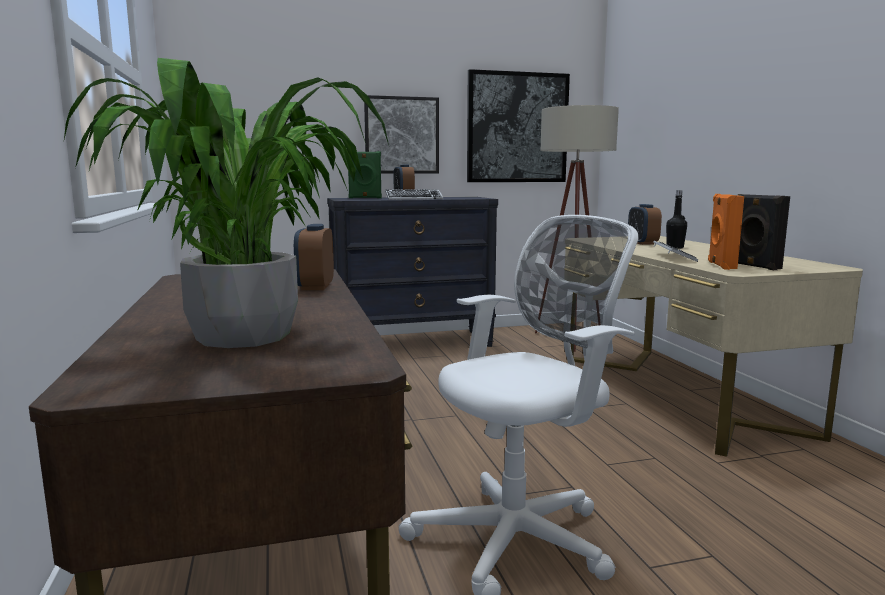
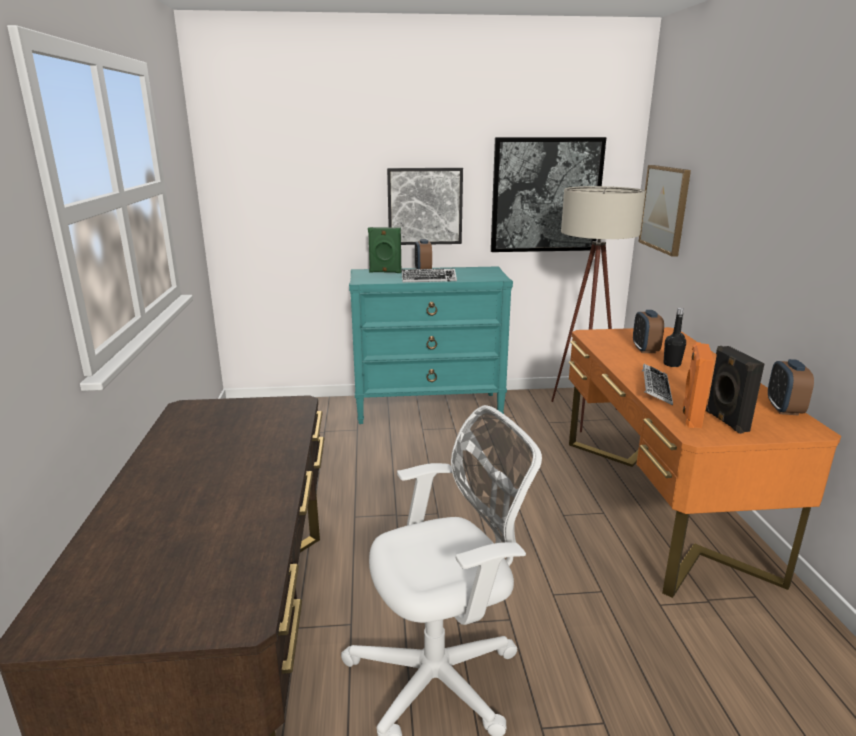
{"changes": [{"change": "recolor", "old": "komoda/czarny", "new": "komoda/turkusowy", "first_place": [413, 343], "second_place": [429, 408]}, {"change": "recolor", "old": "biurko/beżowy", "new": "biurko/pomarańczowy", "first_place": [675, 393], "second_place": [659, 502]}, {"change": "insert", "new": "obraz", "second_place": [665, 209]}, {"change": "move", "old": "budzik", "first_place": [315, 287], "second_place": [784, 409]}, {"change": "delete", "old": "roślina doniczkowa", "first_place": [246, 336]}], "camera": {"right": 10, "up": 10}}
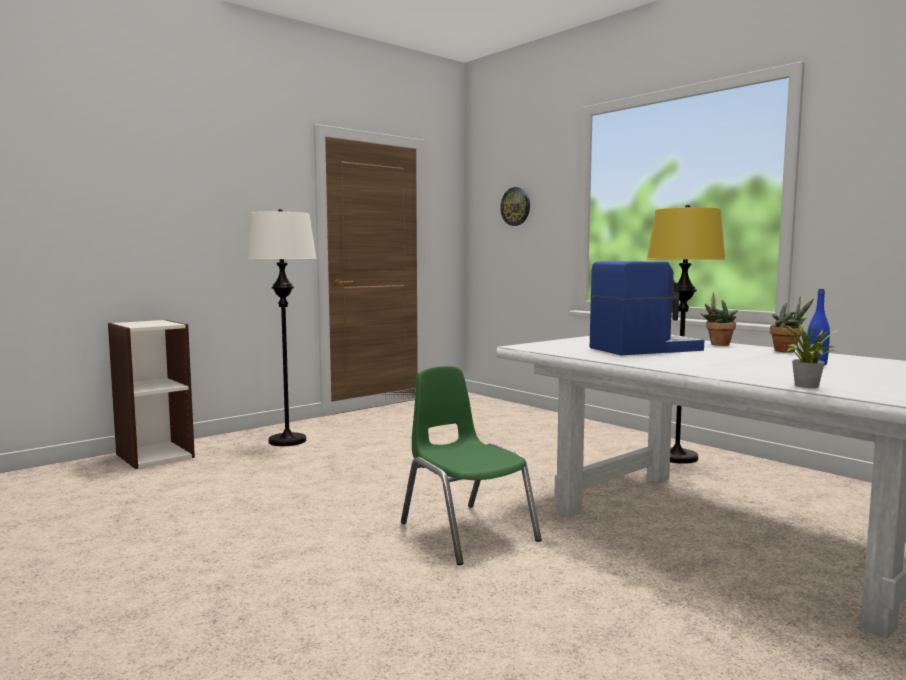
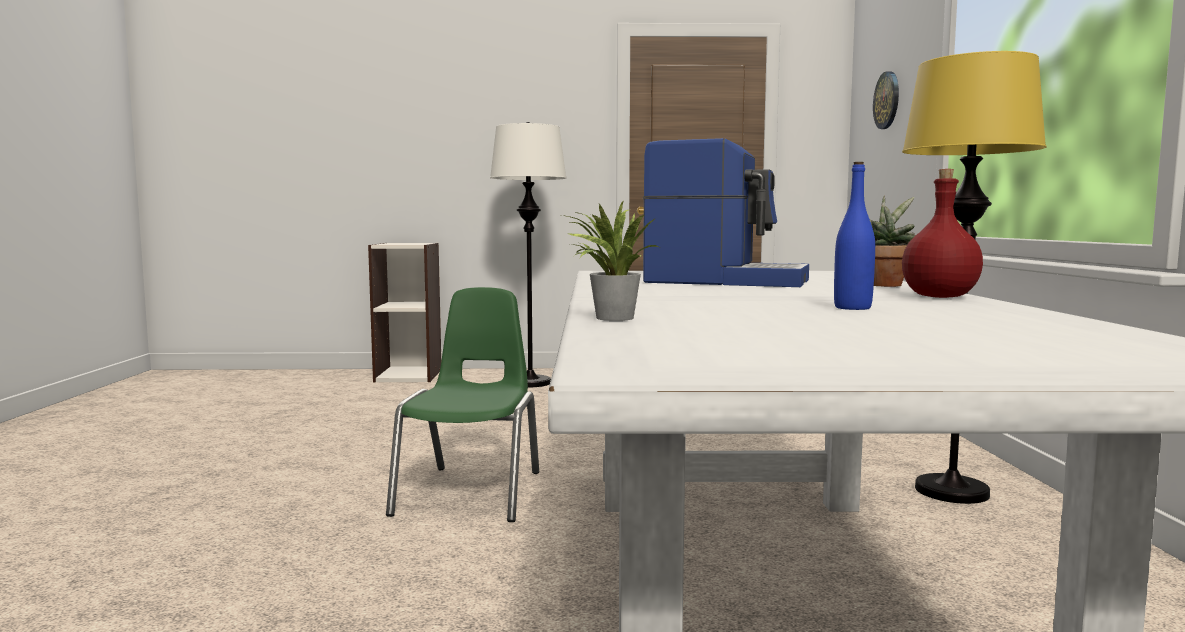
{"changes": [{"change": "replace", "old": "roślina doniczkowa", "new": "butelka/czerwony", "first_place": [788, 351], "second_place": [939, 297]}], "camera": {"right": 40, "up": 0}}
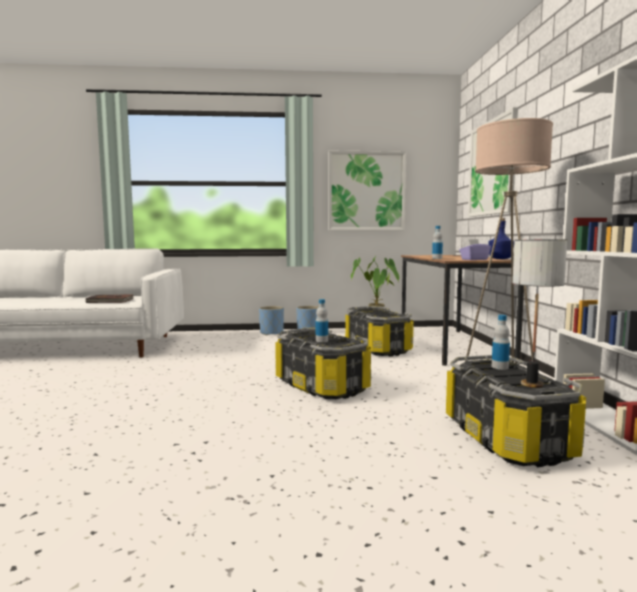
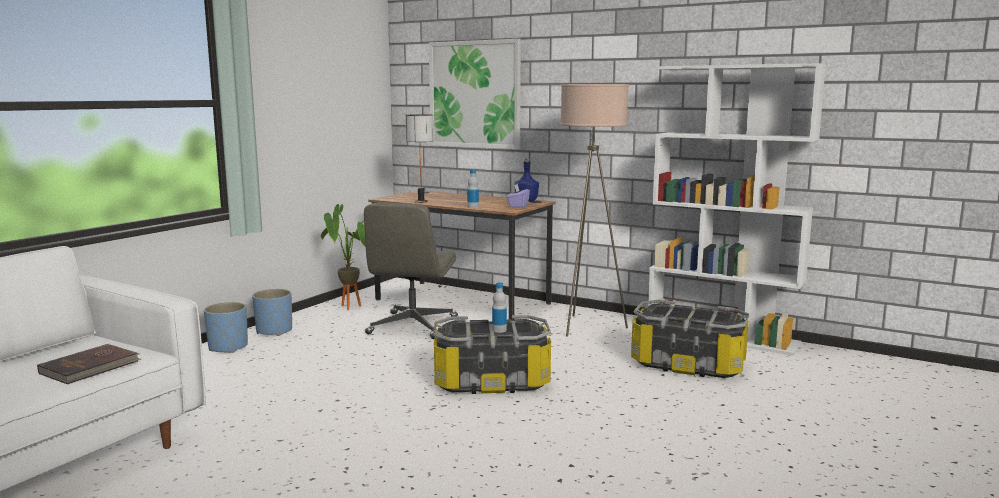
{"changes": [{"change": "replace", "old": "pojemnik do przechowywania", "new": "krzesło biurowe/szary", "first_place": [377, 348], "second_place": [412, 326]}, {"change": "move", "old": "lampa stołowa", "first_place": [532, 384], "second_place": [421, 202]}, {"change": "delete", "old": "obraz", "first_place": [366, 191]}, {"change": "delete", "old": "butelka", "first_place": [500, 367]}], "camera": {"right": -55, "up": 5}}
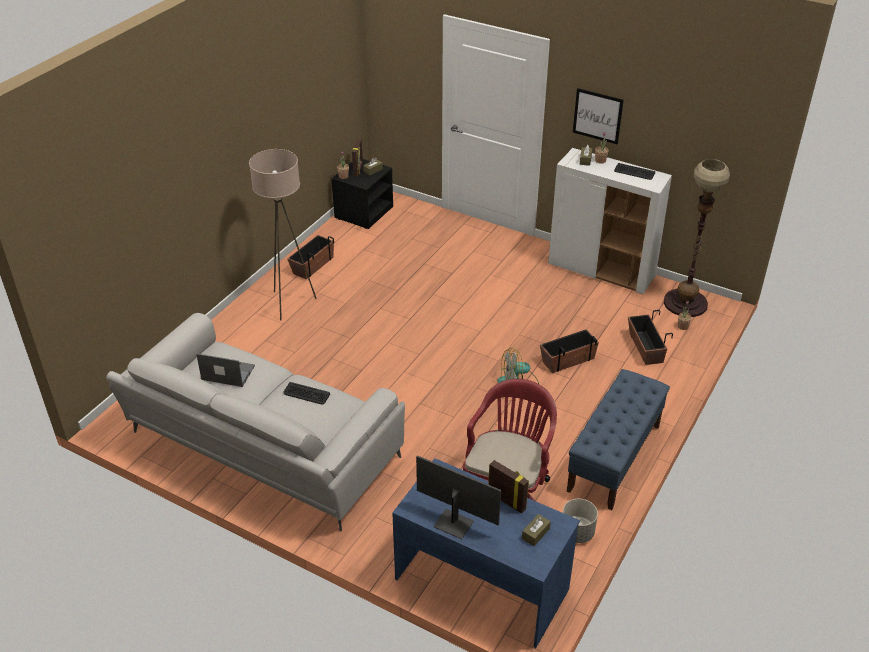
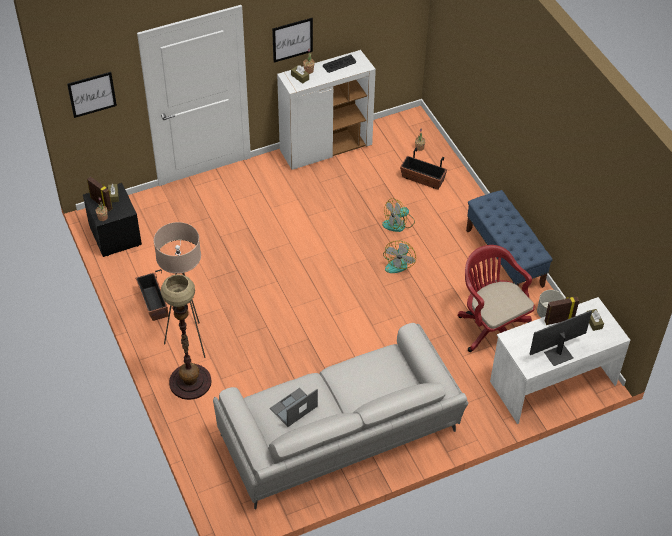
{"changes": [{"change": "insert", "new": "obraz", "second_place": [92, 94]}, {"change": "move", "old": "lampa stojąca", "first_place": [685, 303], "second_place": [190, 382]}, {"change": "replace", "old": "donica", "new": "wentylator", "first_place": [568, 359], "second_place": [398, 223]}, {"change": "recolor", "old": "biurko/niebieski", "new": "biurko/biały", "first_place": [482, 583], "second_place": [552, 382]}, {"change": "delete", "old": "klawiatura", "first_place": [306, 394]}], "camera": {"right": -55, "up": 10}}
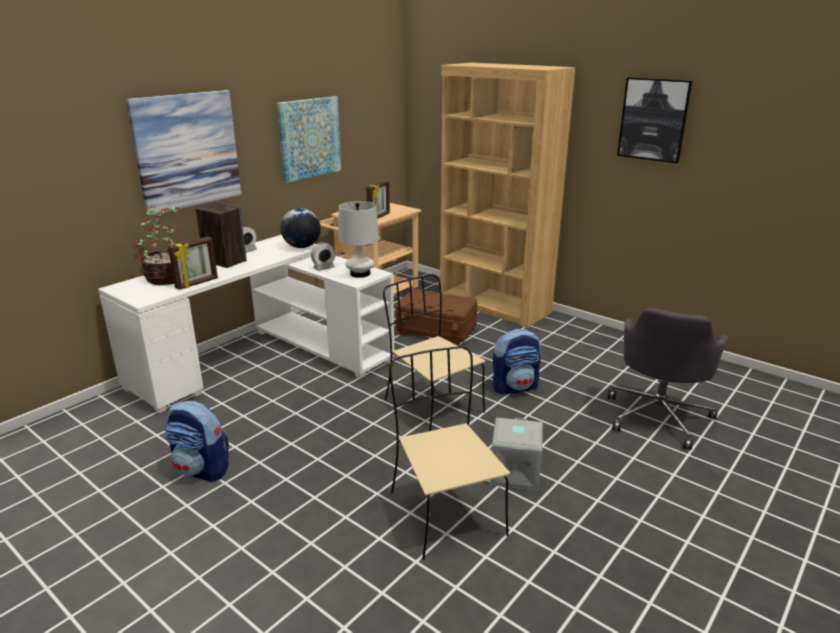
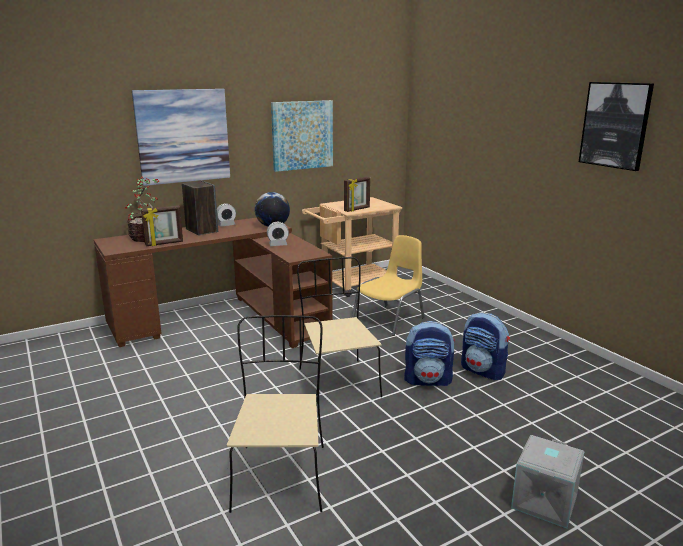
{"changes": [{"change": "recolor", "old": "biurko/biały", "new": "biurko/brązowy", "first_place": [264, 359], "second_place": [227, 319]}, {"change": "replace", "old": "pojemnik do przechowywania/brązowy", "new": "krzesło/żółty", "first_place": [436, 330], "second_place": [389, 319]}, {"change": "move", "old": "plecak", "first_place": [202, 470], "second_place": [483, 371]}, {"change": "move", "old": "pojemnik do przechowywania/szary", "first_place": [513, 472], "second_place": [543, 500]}, {"change": "delete", "old": "lampa stołowa/biały", "first_place": [360, 274]}, {"change": "delete", "old": "regał/brązowy", "first_place": [494, 306]}, {"change": "delete", "old": "krzesło biurowe/szary", "first_place": [658, 416]}], "camera": {"right": 20, "up": -5}}
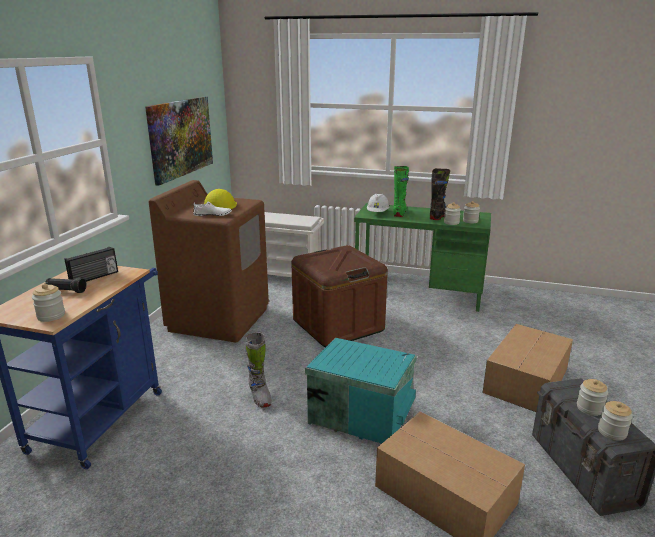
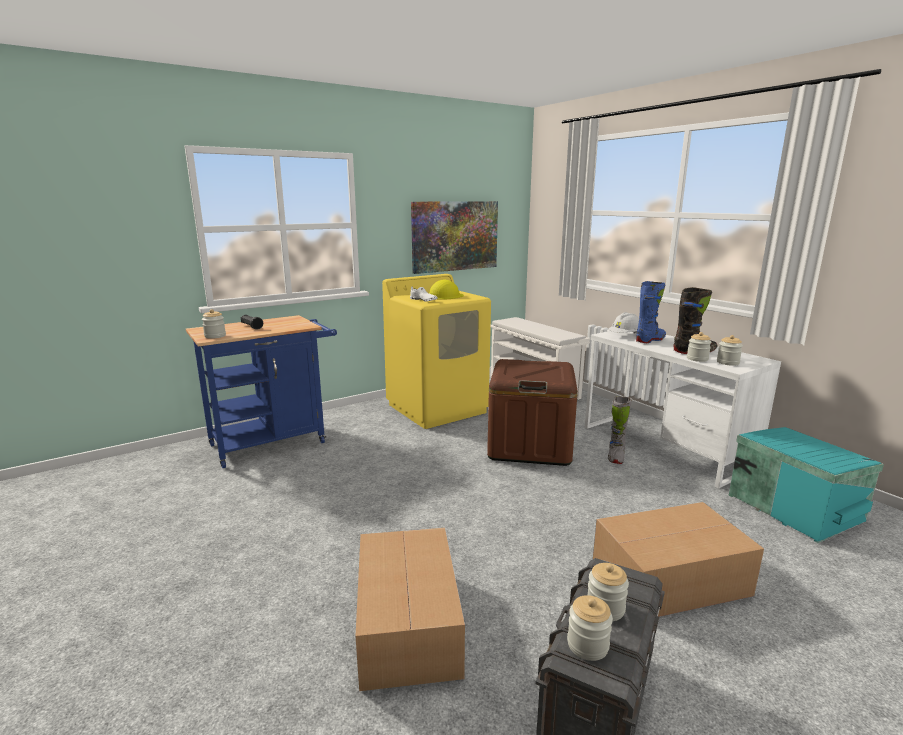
{"changes": [{"change": "recolor", "old": "pralka/brązowy", "new": "pralka/żółty", "first_place": [219, 319], "second_place": [437, 408]}, {"change": "recolor", "old": "biurko/zielony", "new": "biurko/biały", "first_place": [418, 293], "second_place": [664, 446]}, {"change": "move", "old": "but z cholewką/szary", "first_place": [260, 396], "second_place": [616, 456]}, {"change": "recolor", "old": "but z cholewką/zielony", "new": "but z cholewką/niebieski", "first_place": [399, 213], "second_place": [650, 340]}, {"change": "move", "old": "pojemnik do przechowywania/turkusowy", "first_place": [360, 412], "second_place": [794, 506]}, {"change": "delete", "old": "radio", "first_place": [94, 277]}], "camera": {"right": 40, "up": -5}}
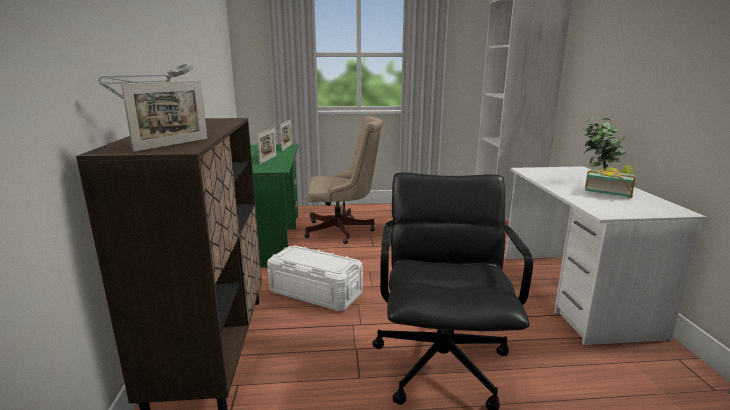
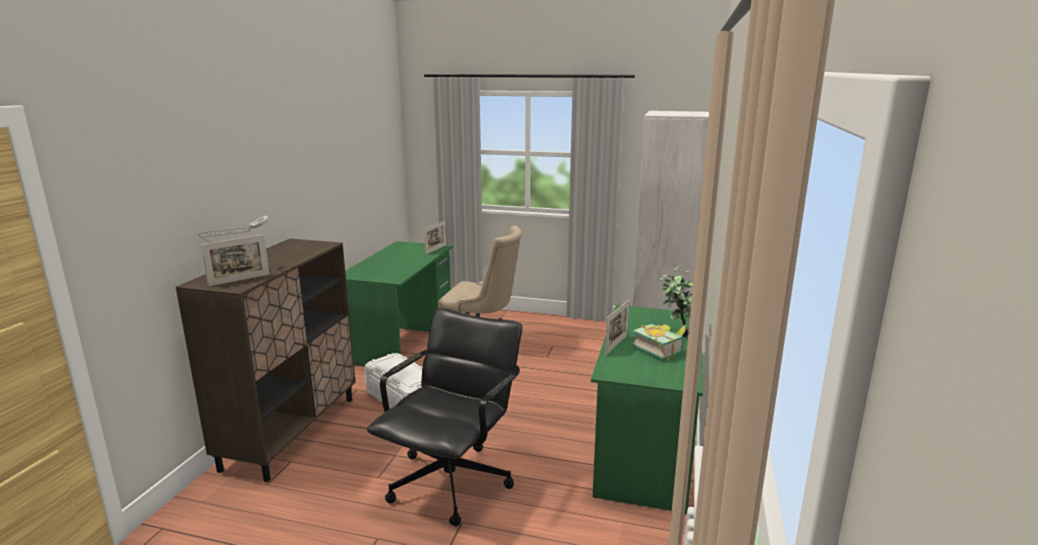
{"changes": [{"change": "recolor", "old": "biurko/biały", "new": "biurko/zielony", "first_place": [573, 293], "second_place": [645, 449]}, {"change": "move", "old": "ramka na zdjęcie", "first_place": [268, 159], "second_place": [616, 345]}], "camera": {"right": 20, "up": 0}}
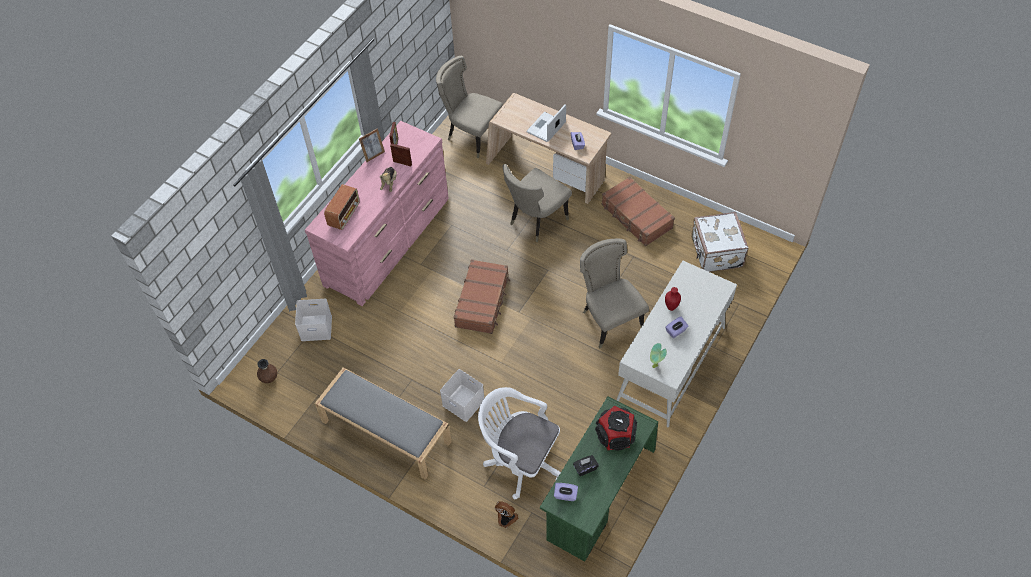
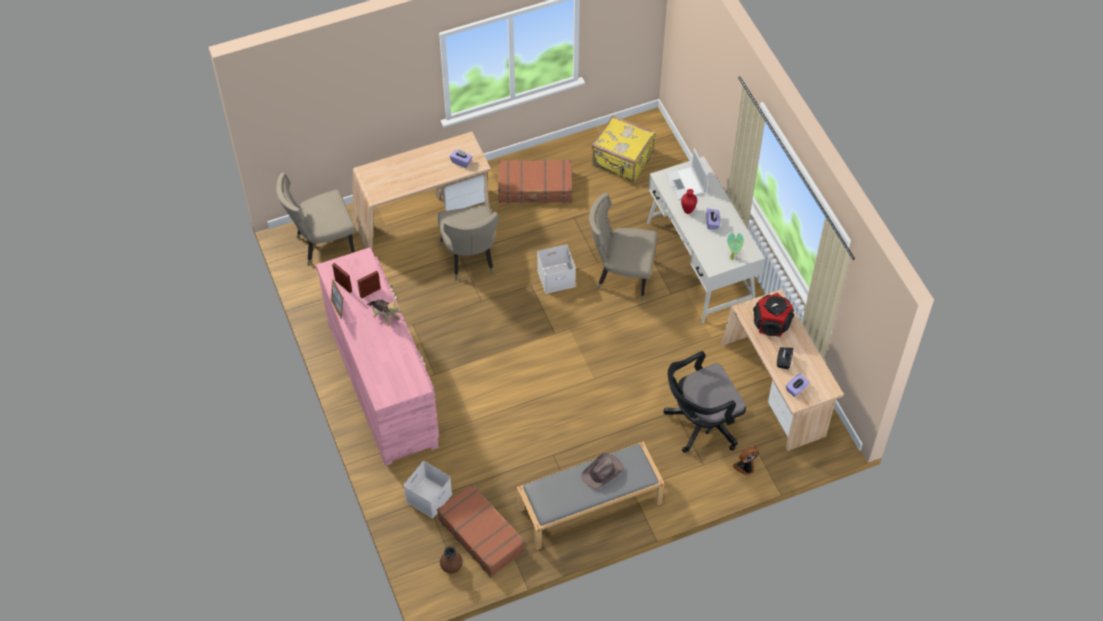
{"changes": [{"change": "move", "old": "walizka/brązowy", "first_place": [482, 301], "second_place": [482, 534]}, {"change": "move", "old": "pojemnik do przechowywania/biały", "first_place": [462, 403], "second_place": [555, 278]}, {"change": "insert", "new": "kapelusz/brązowy", "second_place": [603, 472]}, {"change": "recolor", "old": "walizka/biały", "new": "walizka/żółty", "first_place": [715, 252], "second_place": [622, 161]}, {"change": "recolor", "old": "krzesło biurowe/biały", "new": "krzesło biurowe/czarny", "first_place": [520, 460], "second_place": [700, 423]}, {"change": "move", "old": "laptop", "first_place": [546, 128], "second_place": [686, 184]}, {"change": "recolor", "old": "biurko/zielony", "new": "biurko/beżowy", "first_place": [599, 494], "second_place": [775, 389]}, {"change": "delete", "old": "radio", "first_place": [344, 215]}], "camera": {"right": -55, "up": 0}}
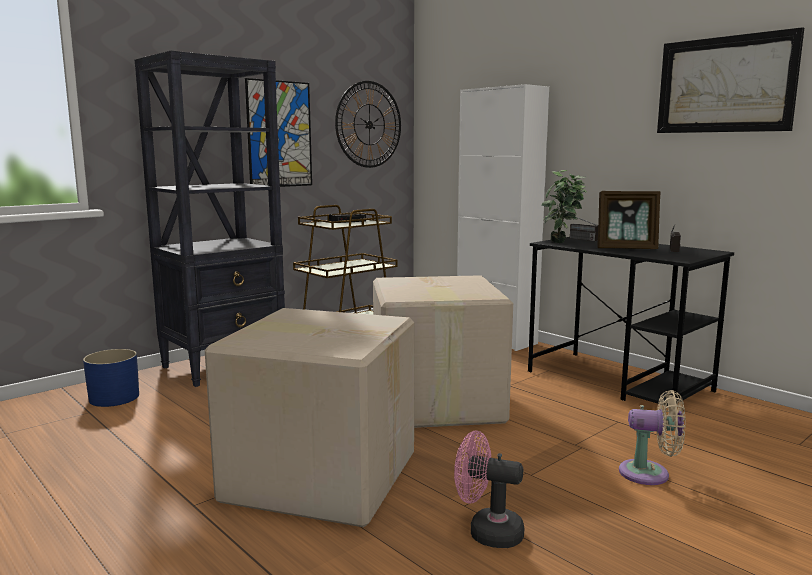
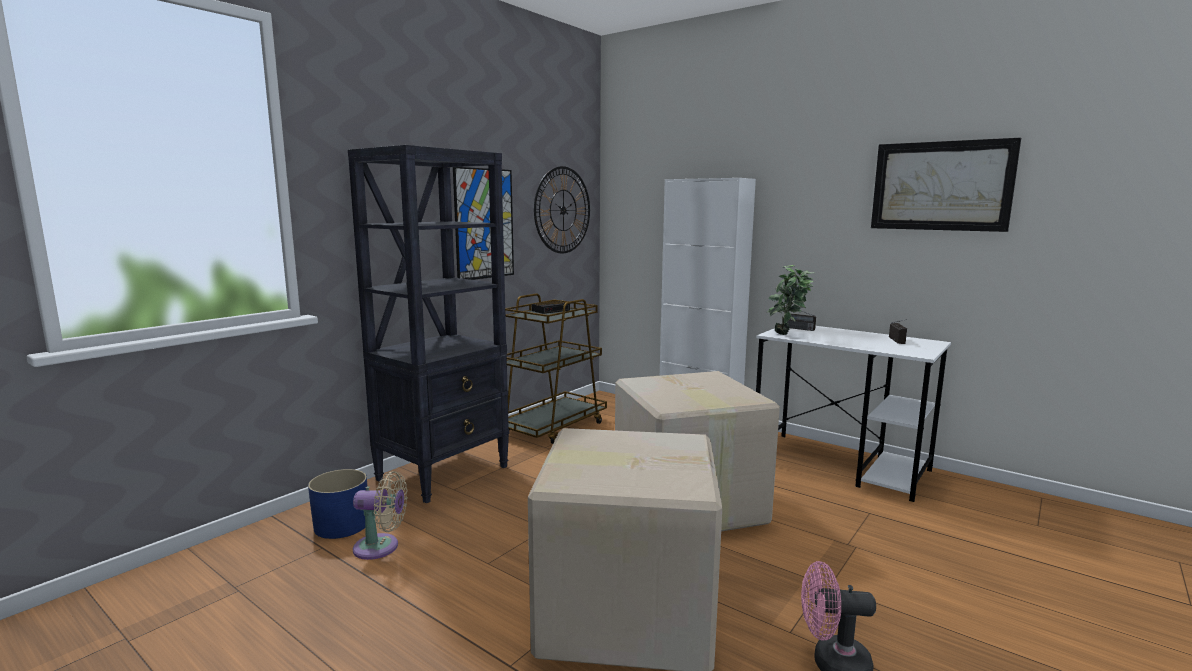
{"changes": [{"change": "move", "old": "wentylator/beżowy", "first_place": [649, 474], "second_place": [381, 547]}, {"change": "recolor", "old": "biurko/czarny", "new": "biurko/biały", "first_place": [619, 381], "second_place": [841, 465]}, {"change": "delete", "old": "ramka na zdjęcie", "first_place": [626, 248]}], "camera": {"right": -10, "up": 0}}
